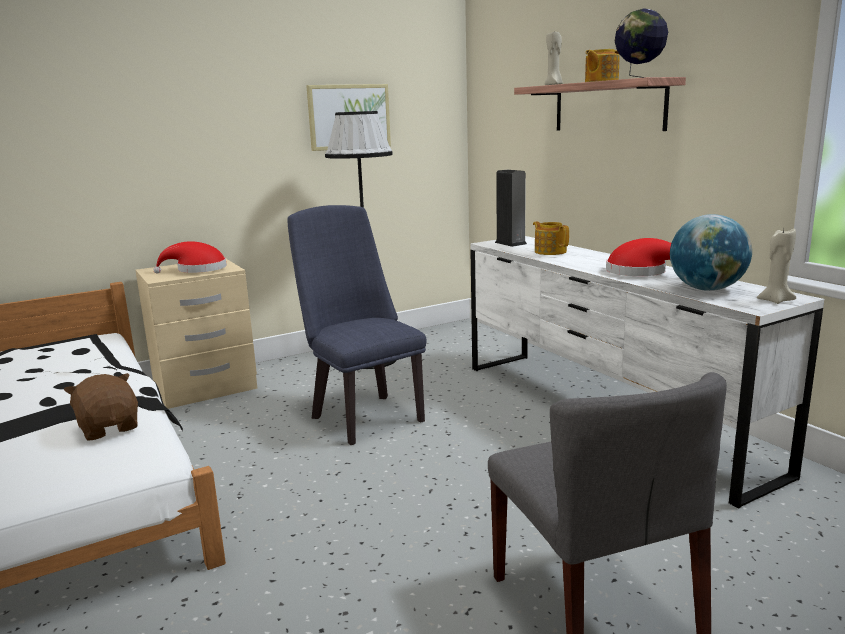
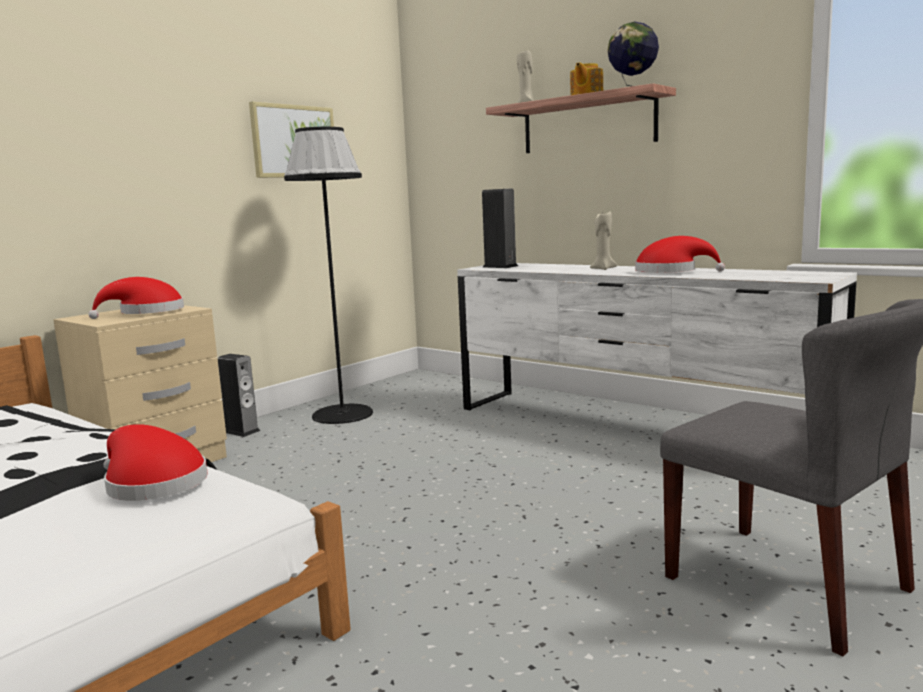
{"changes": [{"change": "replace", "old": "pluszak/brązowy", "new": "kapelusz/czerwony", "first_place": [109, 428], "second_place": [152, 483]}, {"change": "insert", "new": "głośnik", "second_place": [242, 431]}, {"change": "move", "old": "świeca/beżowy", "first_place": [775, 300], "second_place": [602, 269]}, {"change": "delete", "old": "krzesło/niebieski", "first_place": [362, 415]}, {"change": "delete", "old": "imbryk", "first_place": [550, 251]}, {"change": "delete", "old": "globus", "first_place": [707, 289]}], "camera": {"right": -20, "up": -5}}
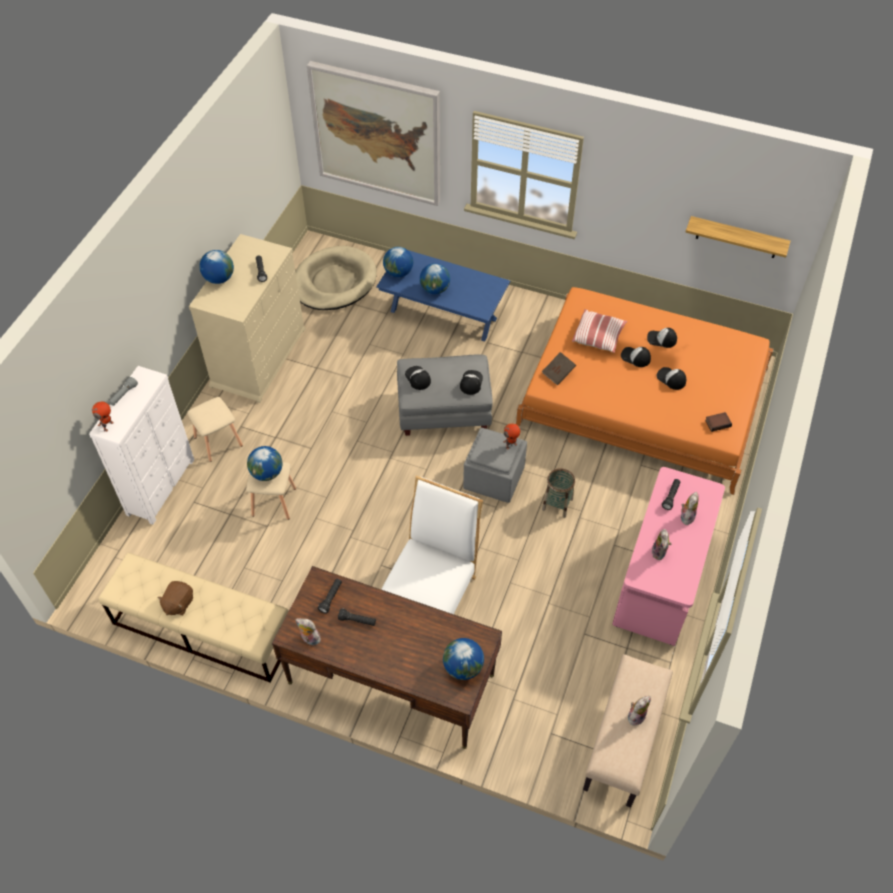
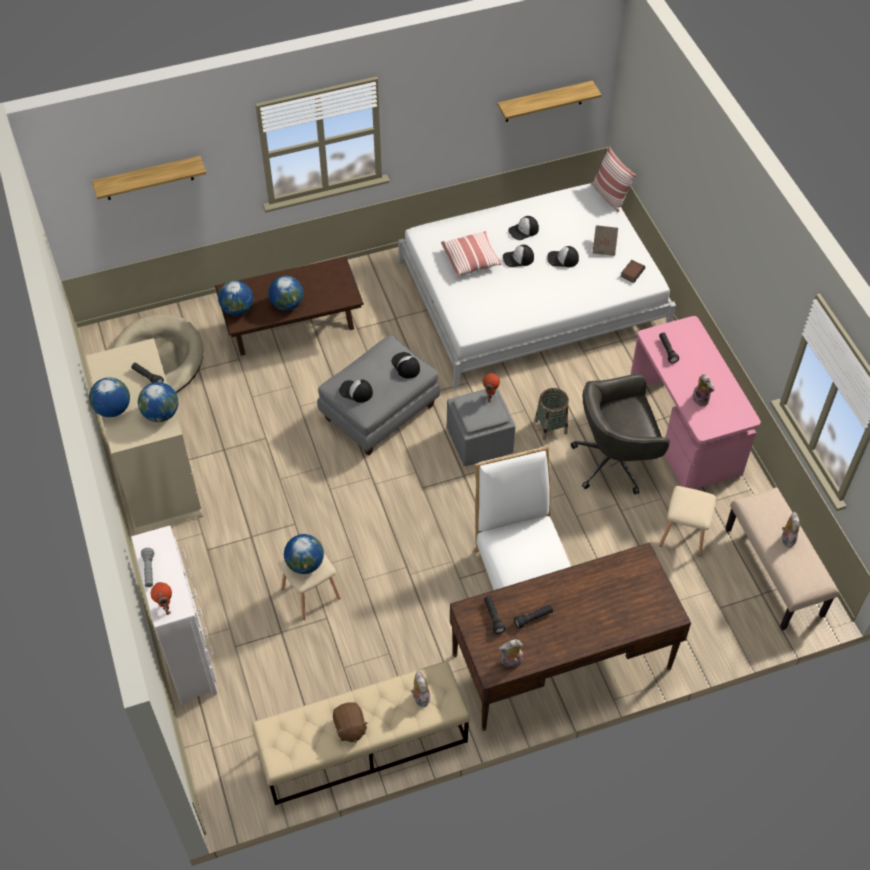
{"changes": [{"change": "replace", "old": "obraz", "new": "półka", "first_place": [377, 133], "second_place": [148, 178]}, {"change": "move", "old": "globus", "first_place": [463, 667], "second_place": [161, 414]}, {"change": "recolor", "old": "ława/niebieski", "new": "ława/brązowy", "first_place": [443, 315], "second_place": [293, 328]}, {"change": "recolor", "old": "łóżko/pomarańczowy", "new": "łóżko/biały", "first_place": [643, 397], "second_place": [532, 294]}, {"change": "move", "old": "pluszak", "first_place": [686, 516], "second_place": [420, 697]}, {"change": "insert", "new": "krzesło biurowe/szary", "second_place": [615, 461]}, {"change": "insert", "new": "poduszka", "second_place": [609, 196]}, {"change": "move", "old": "książka/brązowy", "first_place": [558, 373], "second_place": [604, 246]}, {"change": "move", "old": "stołek/beżowy", "first_place": [219, 442], "second_place": [685, 533]}], "camera": {"right": -40, "up": 0}}
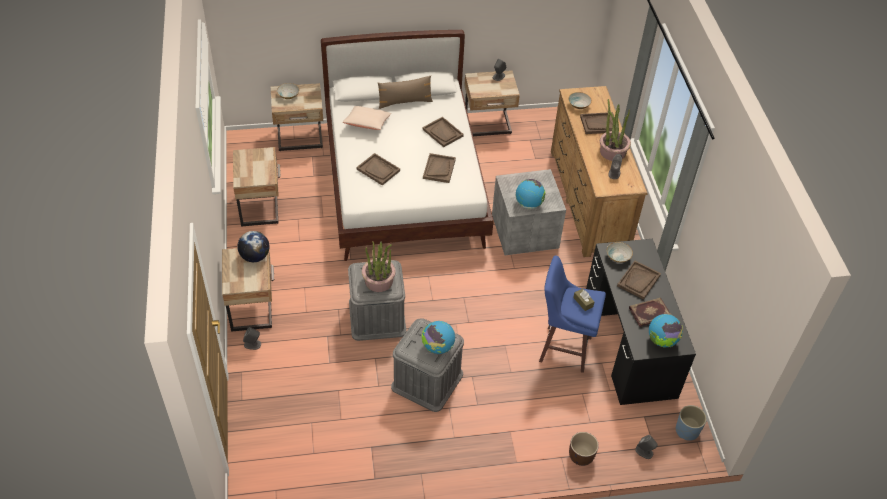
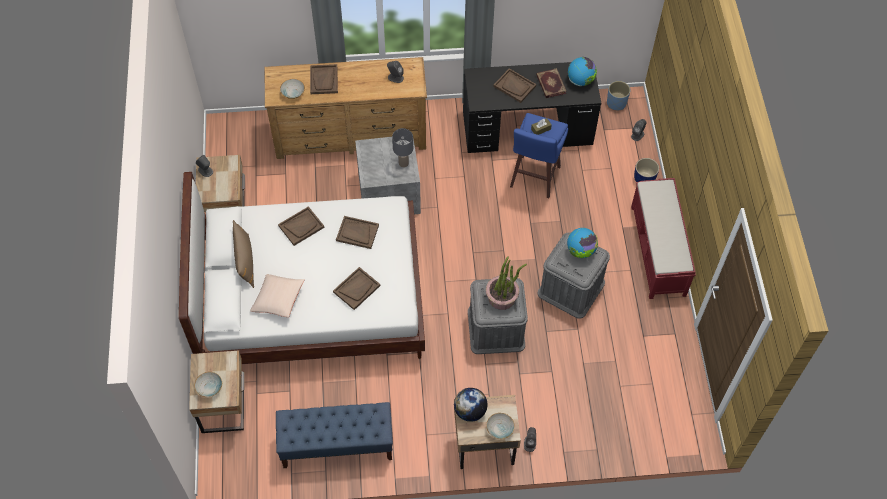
{"changes": [{"change": "replace", "old": "szafka nocna/beżowy", "new": "ławka/niebieski", "first_place": [261, 208], "second_place": [336, 445]}, {"change": "replace", "old": "globus", "new": "lampa stołowa/szary", "first_place": [529, 204], "second_place": [403, 163]}, {"change": "move", "old": "miska", "first_place": [618, 256], "second_place": [499, 429]}, {"change": "insert", "new": "ławka/czerwony", "second_place": [658, 251]}, {"change": "recolor", "old": "donica/brązowy", "new": "donica/niebieski", "first_place": [580, 456], "second_place": [644, 179]}, {"change": "delete", "old": "roślina doniczkowa", "first_place": [612, 152]}], "camera": {"right": -85, "up": 10}}
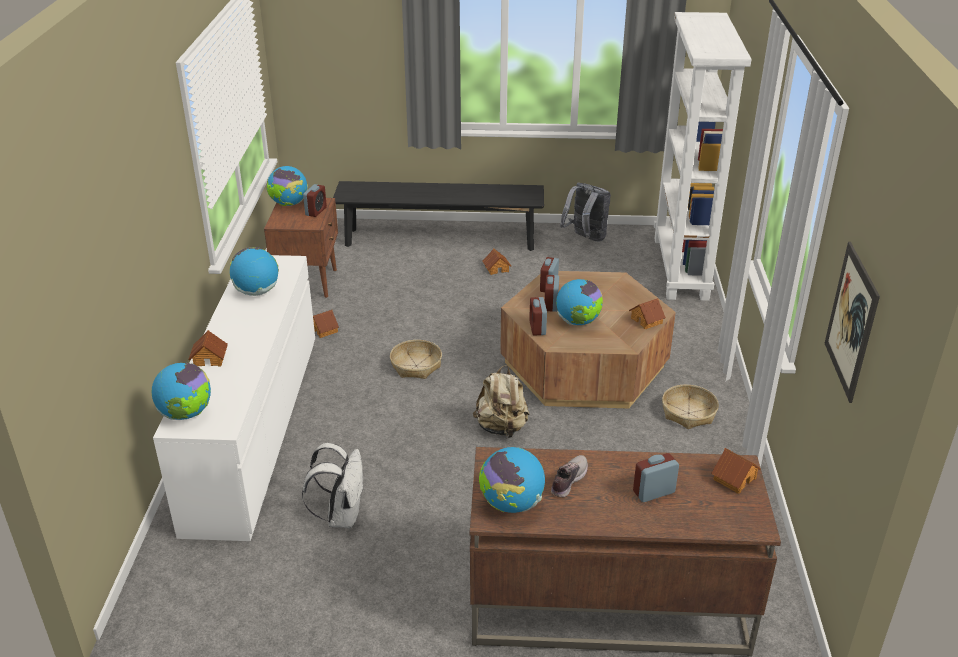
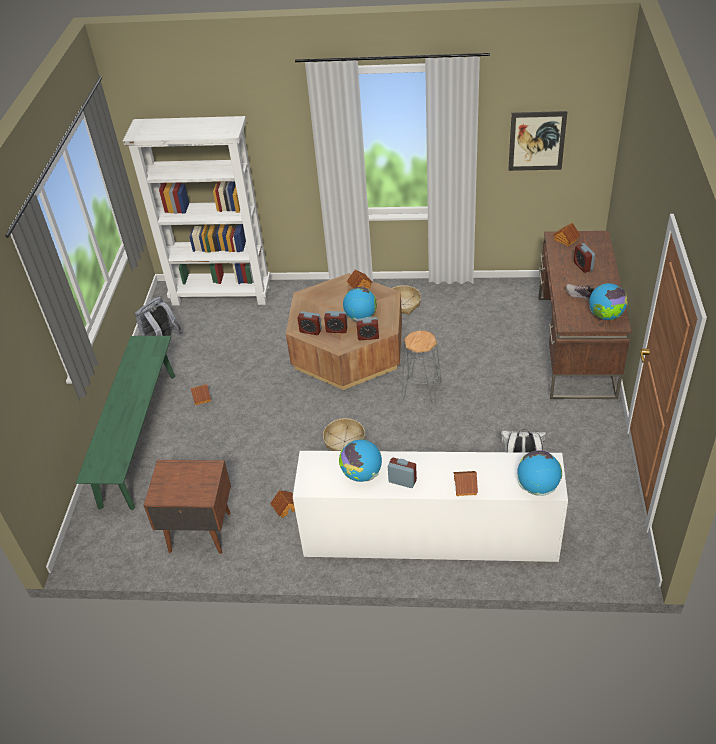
{"changes": [{"change": "recolor", "old": "ławka/czarny", "new": "ławka/zielony", "first_place": [440, 239], "second_place": [139, 437]}, {"change": "move", "old": "budzik", "first_place": [316, 211], "second_place": [402, 481]}, {"change": "replace", "old": "plecak/beżowy", "new": "stołek/szary", "first_place": [501, 428], "second_place": [421, 390]}, {"change": "delete", "old": "globus", "first_place": [289, 204]}], "camera": {"right": -85, "up": 10}}
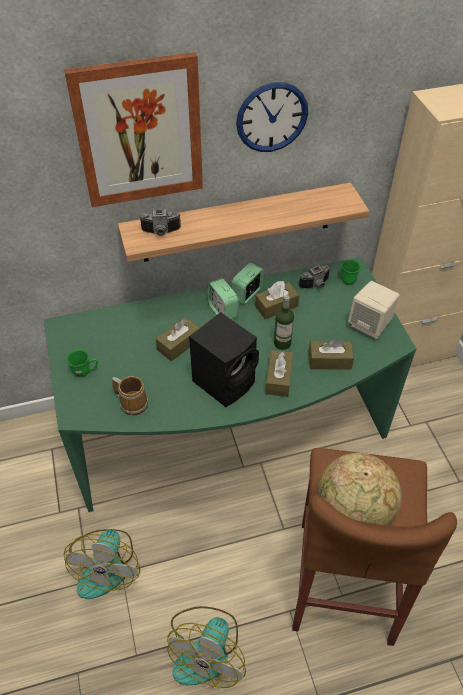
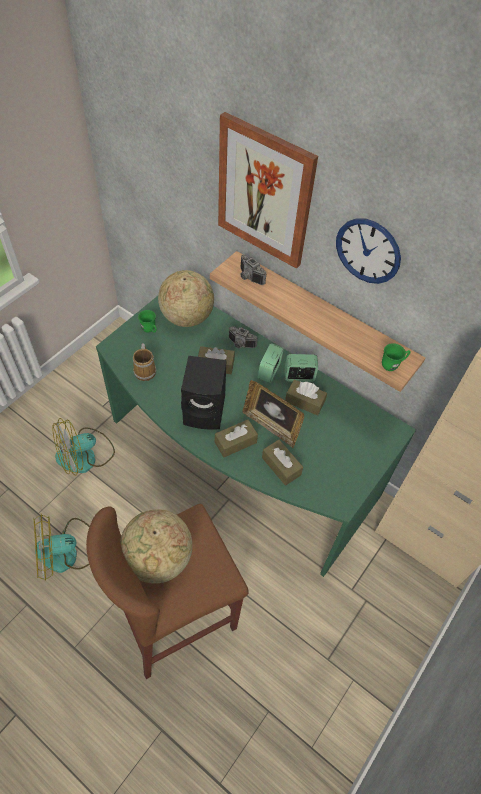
{"changes": [{"change": "insert", "new": "globus", "second_place": [187, 317]}, {"change": "move", "old": "aparat fotograficzny", "first_place": [316, 285], "second_place": [240, 344]}, {"change": "replace", "old": "butelka", "new": "ramka na zdjęcie", "first_place": [282, 343], "second_place": [271, 426]}, {"change": "move", "old": "kubek/zielony", "first_place": [349, 278], "second_place": [392, 365]}, {"change": "delete", "old": "głośnik/beżowy", "first_place": [370, 325]}], "camera": {"right": 50, "up": 5}}
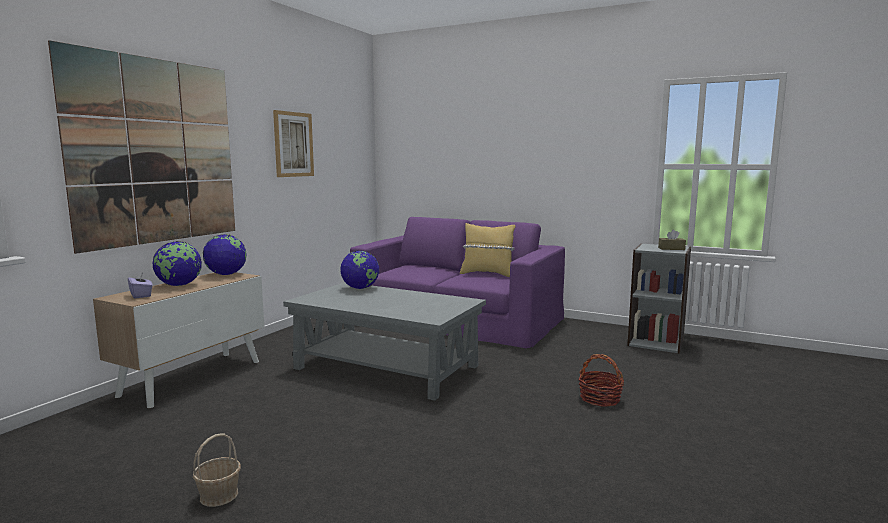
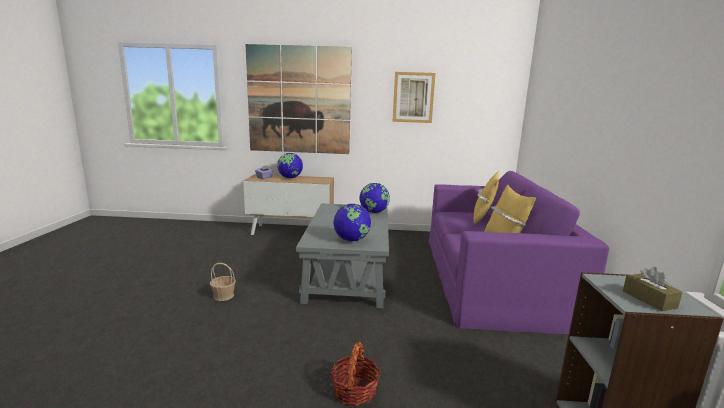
{"changes": [{"change": "move", "old": "koszyk", "first_place": [219, 495], "second_place": [223, 296]}, {"change": "move", "old": "globus", "first_place": [226, 274], "second_place": [351, 240]}, {"change": "insert", "new": "poduszka/żółty", "second_place": [483, 218]}], "camera": {"right": 65, "up": 5}}
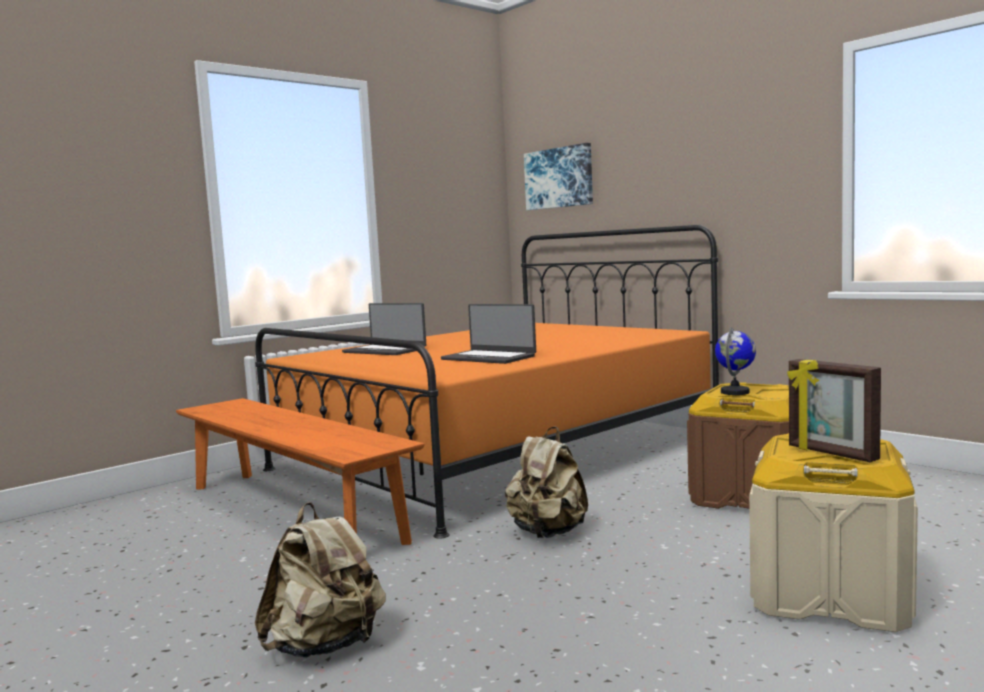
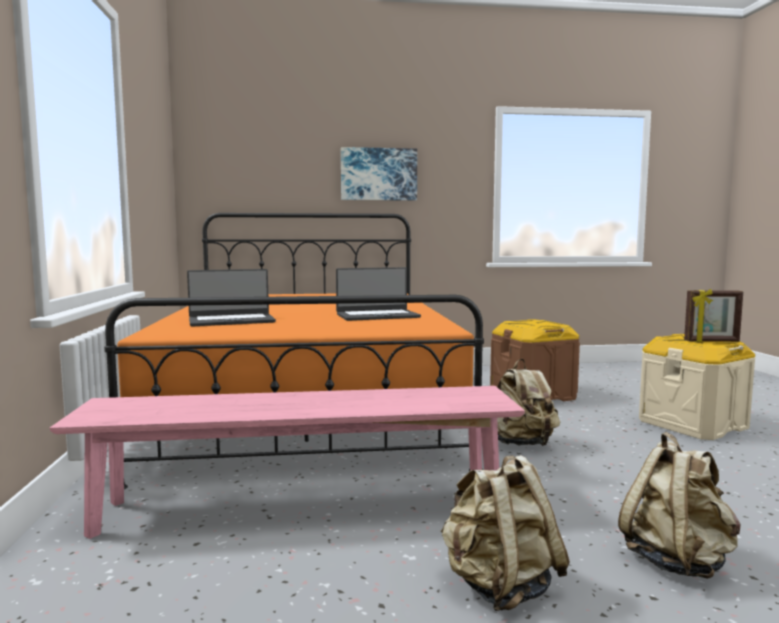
{"changes": [{"change": "recolor", "old": "ławka/pomarańczowy", "new": "ławka/różowy", "first_place": [290, 512], "second_place": [302, 507]}, {"change": "move", "old": "obraz", "first_place": [559, 178], "second_place": [378, 174]}, {"change": "insert", "new": "plecak/beżowy", "second_place": [500, 586]}, {"change": "delete", "old": "globus", "first_place": [735, 392]}], "camera": {"right": -55, "up": 0}}
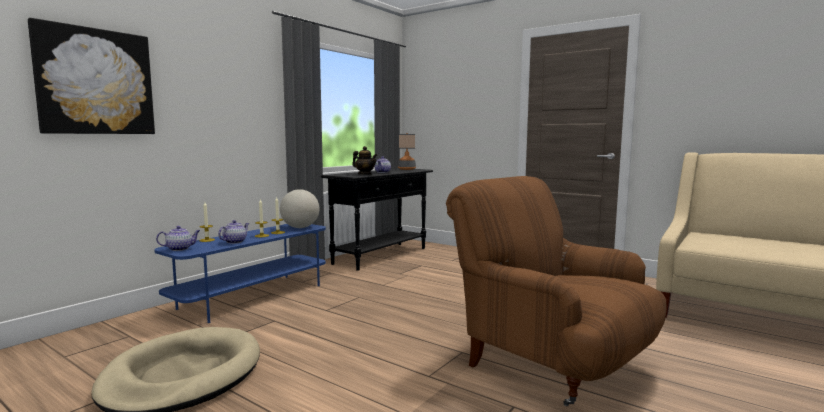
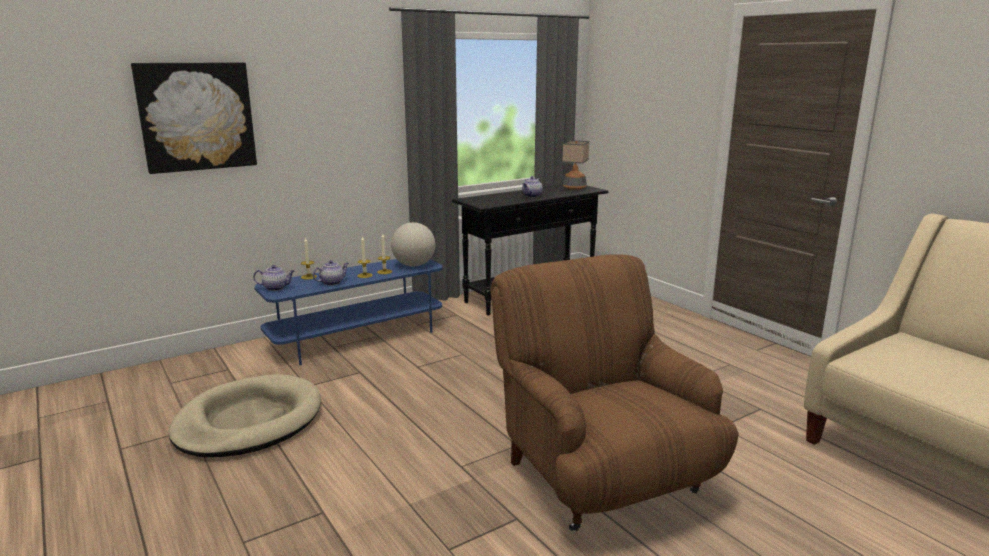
{"changes": [{"change": "delete", "old": "imbryk", "first_place": [365, 174]}], "camera": {"right": 20, "up": 10}}
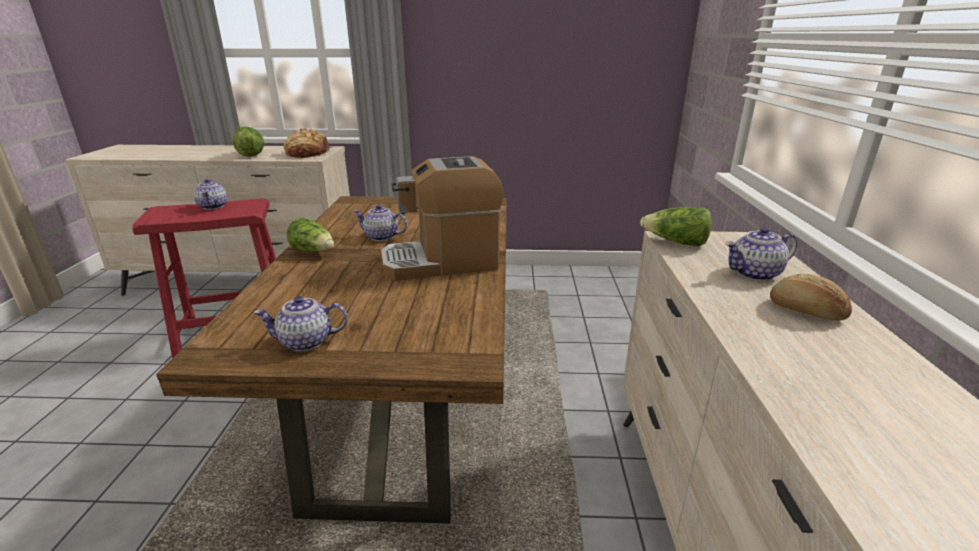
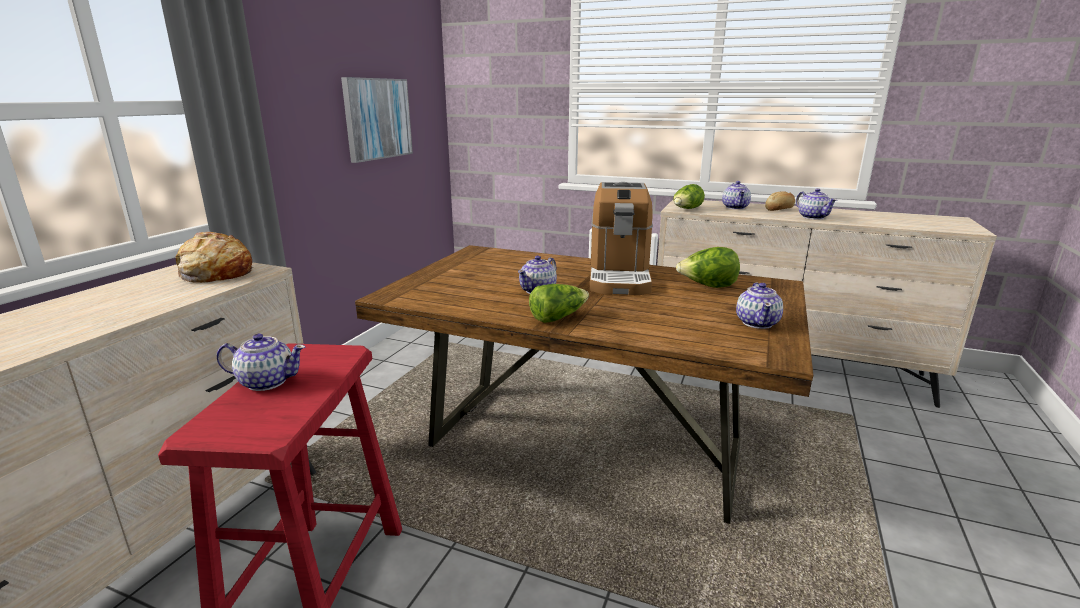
{"changes": [{"change": "insert", "new": "obraz", "second_place": [377, 118]}, {"change": "move", "old": "sałata", "first_place": [251, 155], "second_place": [707, 287]}, {"change": "insert", "new": "imbryk", "second_place": [813, 217]}], "camera": {"right": -70, "up": -5}}
